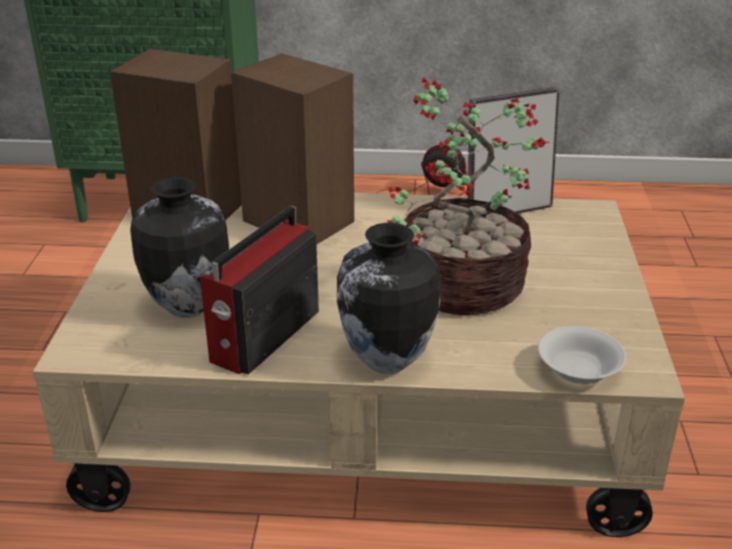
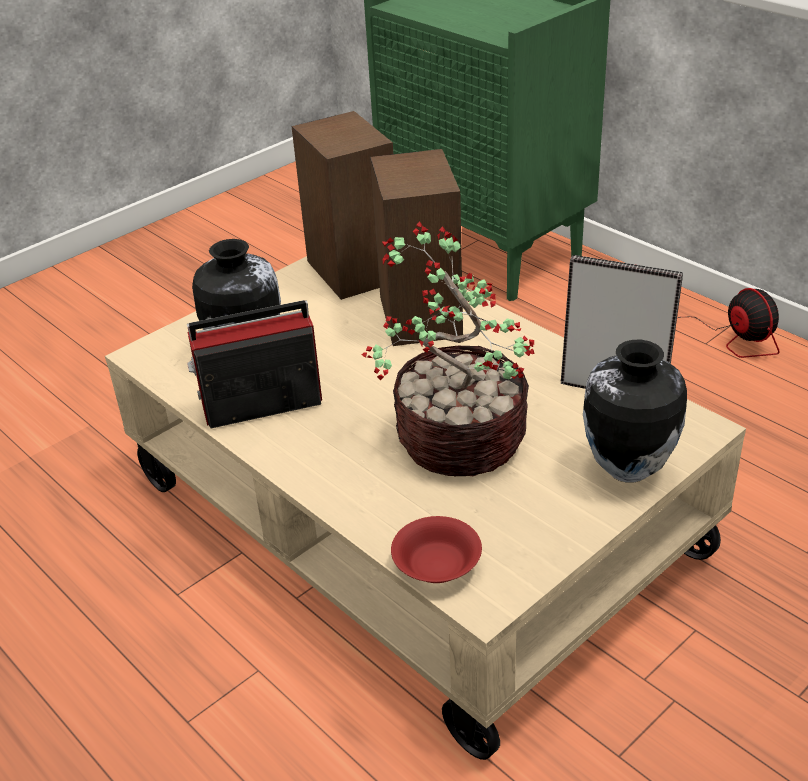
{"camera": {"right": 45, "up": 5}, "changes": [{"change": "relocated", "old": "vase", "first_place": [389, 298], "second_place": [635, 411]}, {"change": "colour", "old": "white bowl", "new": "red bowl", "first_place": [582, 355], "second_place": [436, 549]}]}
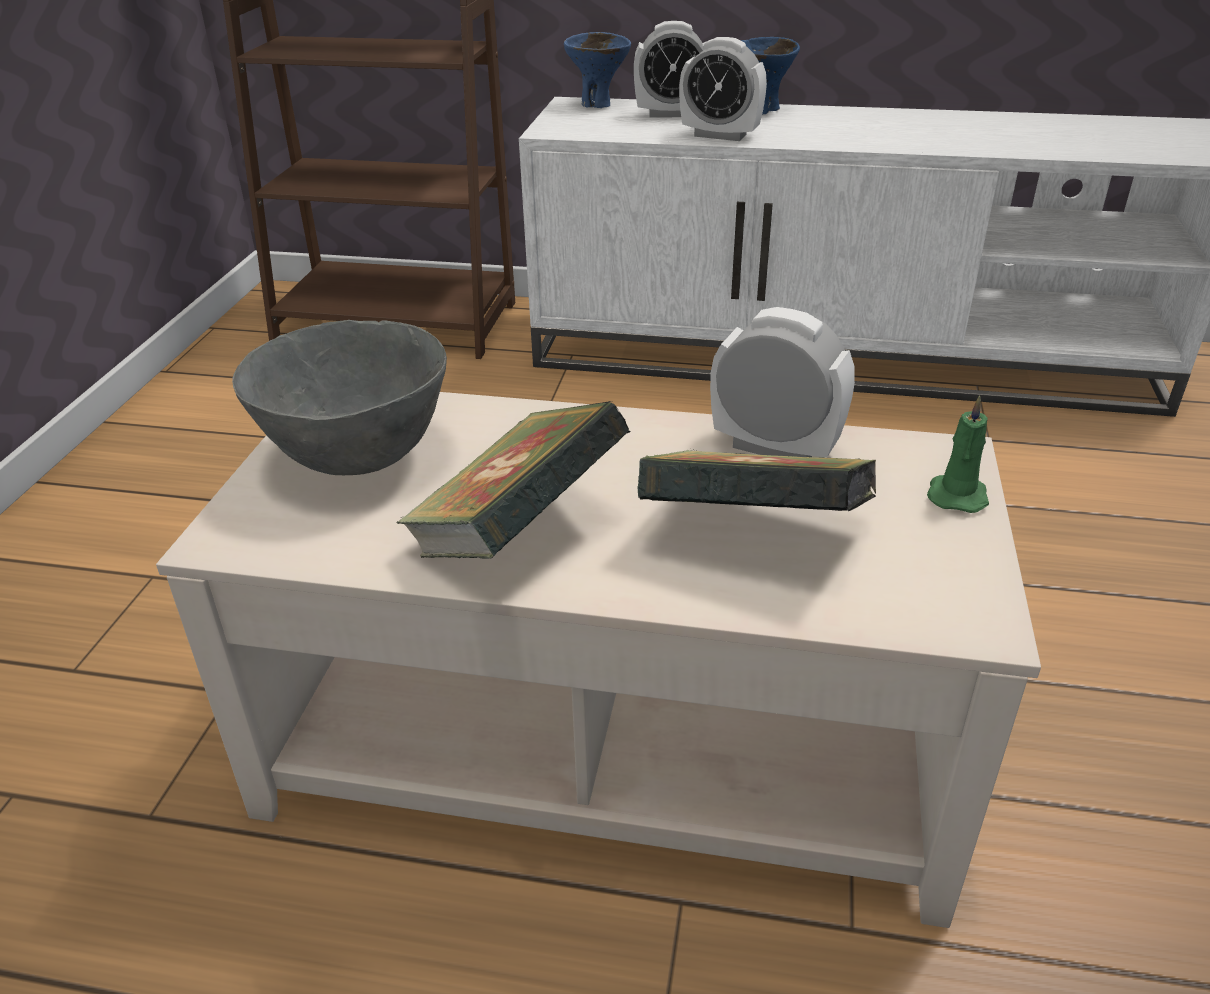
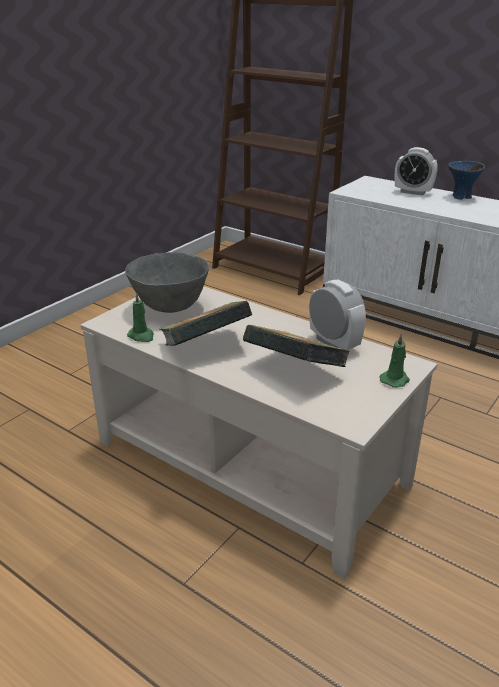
{"camera": {"right": 25, "up": -5}, "changes": [{"change": "missing", "old": "blue bowl", "first_place": [597, 70]}, {"change": "missing", "old": "alarm clock", "first_place": [723, 89]}, {"change": "appeared", "new": "green candle", "second_place": [140, 317]}]}
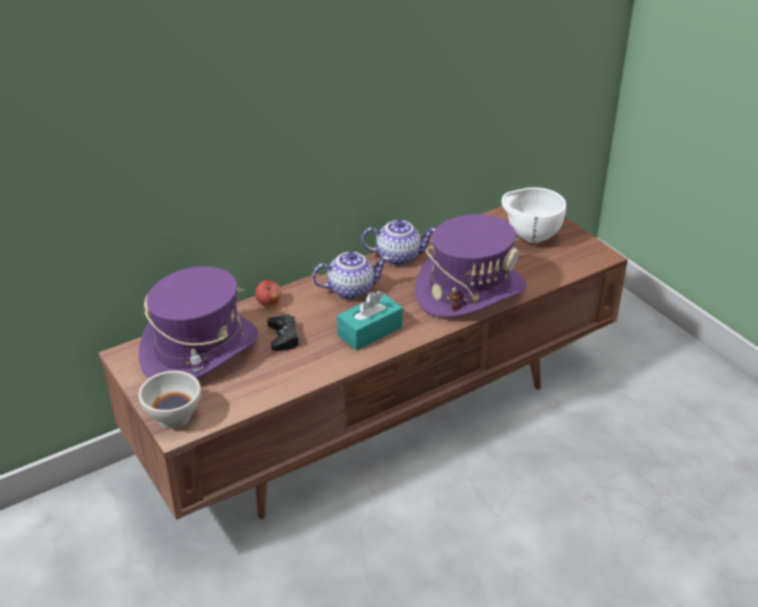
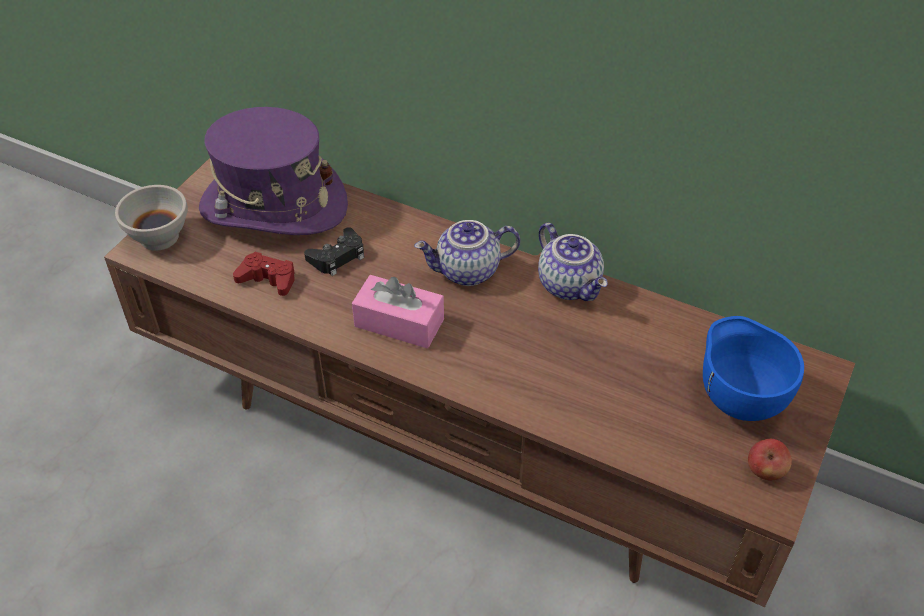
{"camera": {"right": 60, "up": 10}, "changes": [{"change": "colour", "old": "white bowl", "new": "blue bowl", "first_place": [533, 215], "second_place": [753, 368]}, {"change": "missing", "old": "purple hat", "first_place": [471, 265]}, {"change": "spun", "old": "teapot", "first_place": [350, 276], "second_place": [467, 253], "degrees": 120}, {"change": "relocated", "old": "apple", "first_place": [268, 293], "second_place": [770, 460]}, {"change": "colour", "old": "turquoise tissue box", "new": "pink tissue box", "first_place": [370, 321], "second_place": [398, 311]}, {"change": "appeared", "new": "red game controller", "second_place": [264, 274]}]}
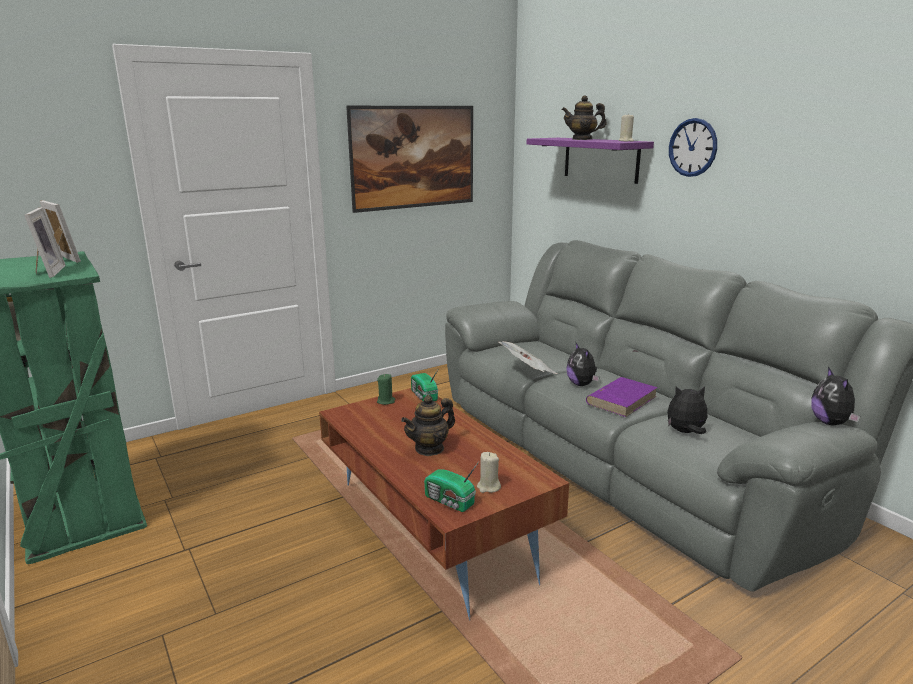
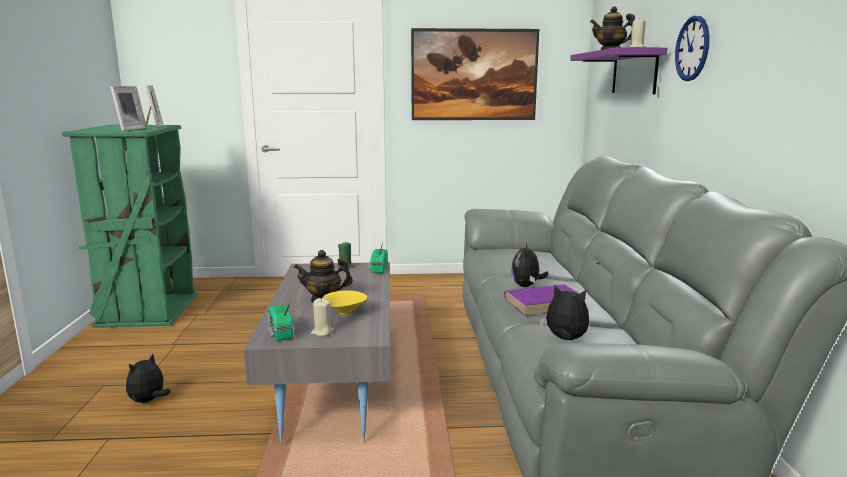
{"camera": {"right": 30, "up": -5}, "changes": [{"change": "missing", "old": "newspaper", "first_place": [528, 357]}, {"change": "relocated", "old": "plush toy", "first_place": [835, 396], "second_place": [148, 378]}, {"change": "colour", "old": "brown coffee table", "new": "grey coffee table", "first_place": [444, 504], "second_place": [317, 354]}, {"change": "appeared", "new": "yellow bowl", "second_place": [344, 302]}]}
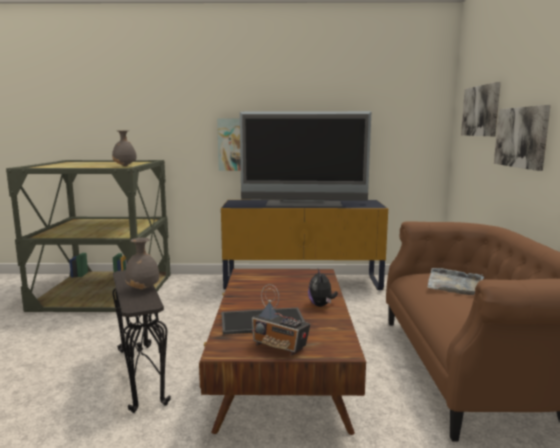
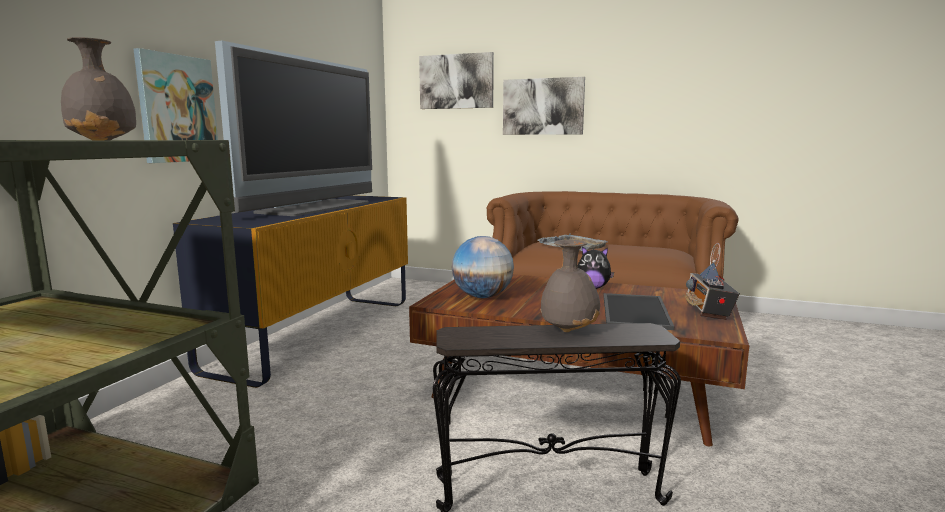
{"camera": {"right": -70, "up": 0}, "changes": [{"change": "spun", "old": "radio", "first_place": [281, 320], "second_place": [712, 281], "degrees": 135}, {"change": "appeared", "new": "globe", "second_place": [483, 267]}]}
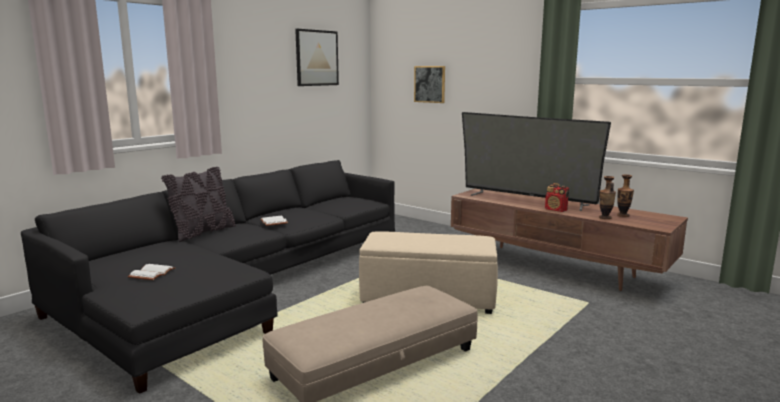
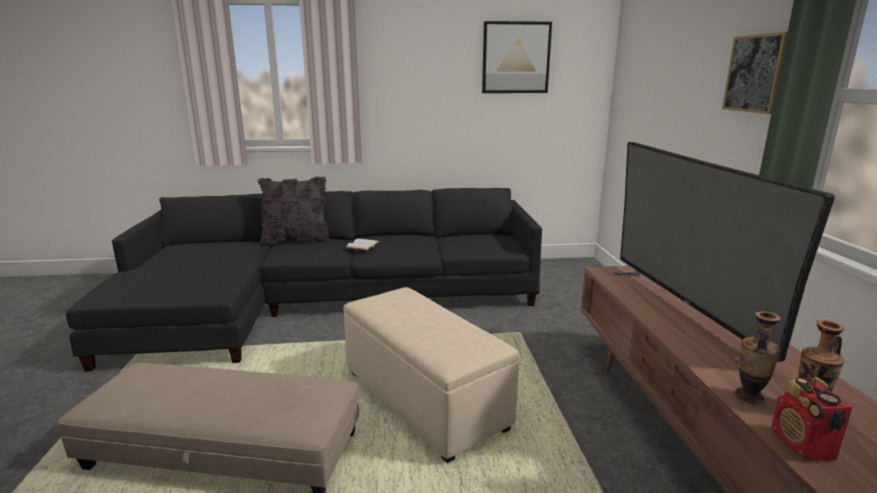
{"camera": {"right": 45, "up": 5}, "changes": [{"change": "relocated", "old": "picture", "first_place": [429, 84], "second_place": [754, 73]}, {"change": "relocated", "old": "radio", "first_place": [557, 197], "second_place": [812, 419]}, {"change": "missing", "old": "white book", "first_place": [151, 272]}]}
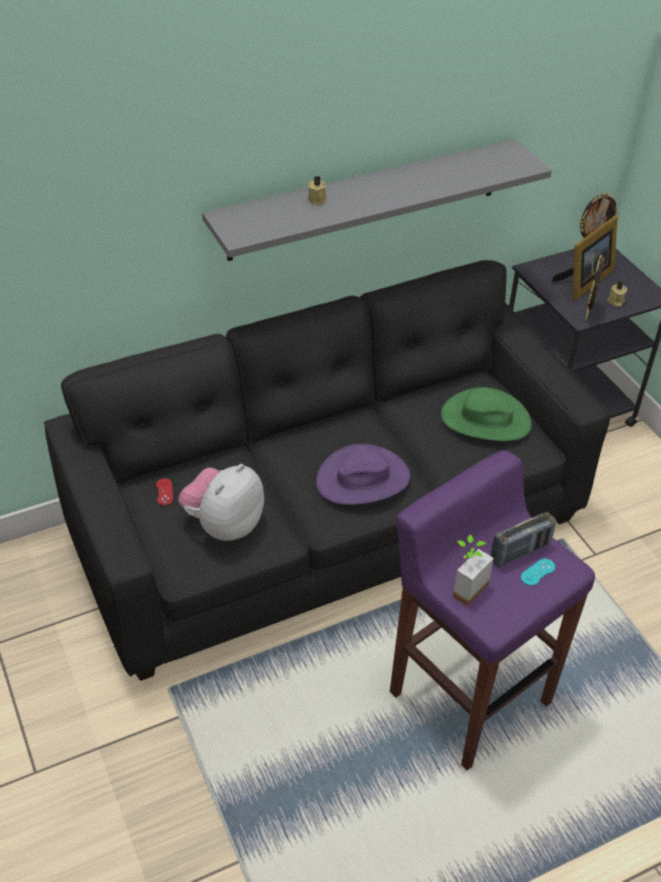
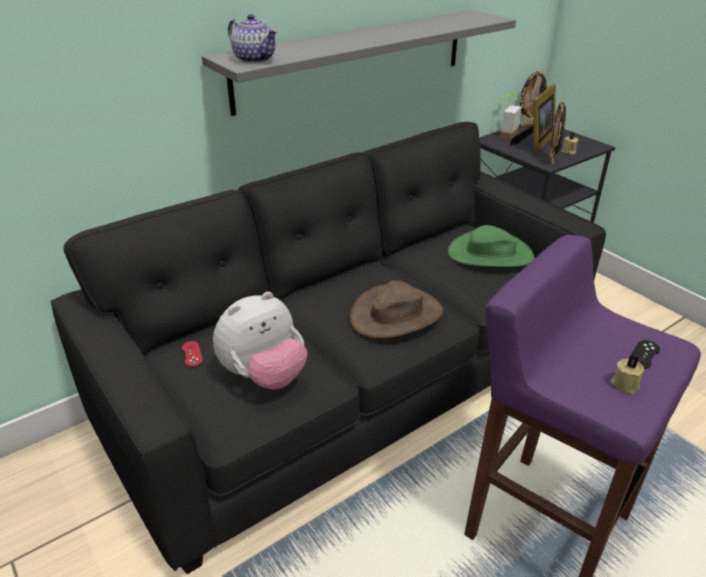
{"camera": {"right": -10, "up": -10}, "changes": [{"change": "relocated", "old": "beige candle", "first_place": [317, 190], "second_place": [627, 374]}, {"change": "colour", "old": "purple hat", "new": "brown hat", "first_place": [363, 474], "second_place": [396, 310]}, {"change": "spun", "old": "plush toy", "first_place": [221, 502], "second_place": [260, 340], "degrees": -150}, {"change": "missing", "old": "radio", "first_place": [523, 539]}, {"change": "relocated", "old": "potted plant", "first_place": [473, 571], "second_place": [510, 115]}, {"change": "colour", "old": "turquoise game controller", "new": "black game controller", "first_place": [538, 572], "second_place": [644, 354]}, {"change": "appeared", "new": "teapot", "second_place": [253, 38]}]}
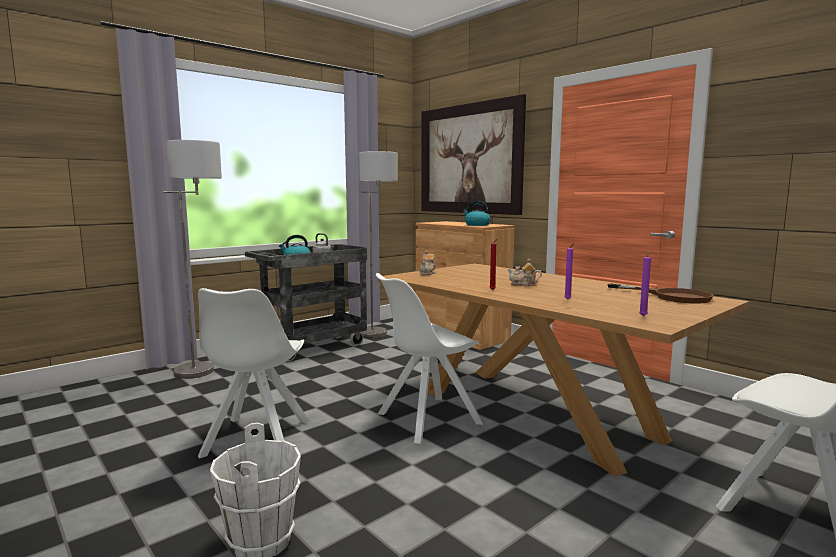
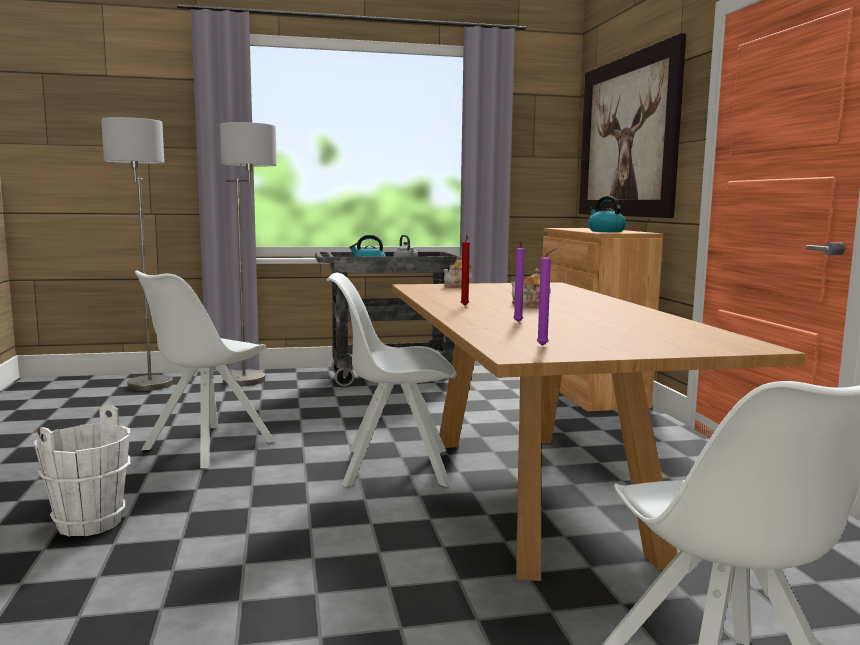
{"camera": {"right": 30, "up": 0}, "changes": [{"change": "relocated", "old": "grey floor lamp", "first_place": [378, 244], "second_place": [137, 254]}, {"change": "missing", "old": "brown frying pan", "first_place": [660, 294]}]}
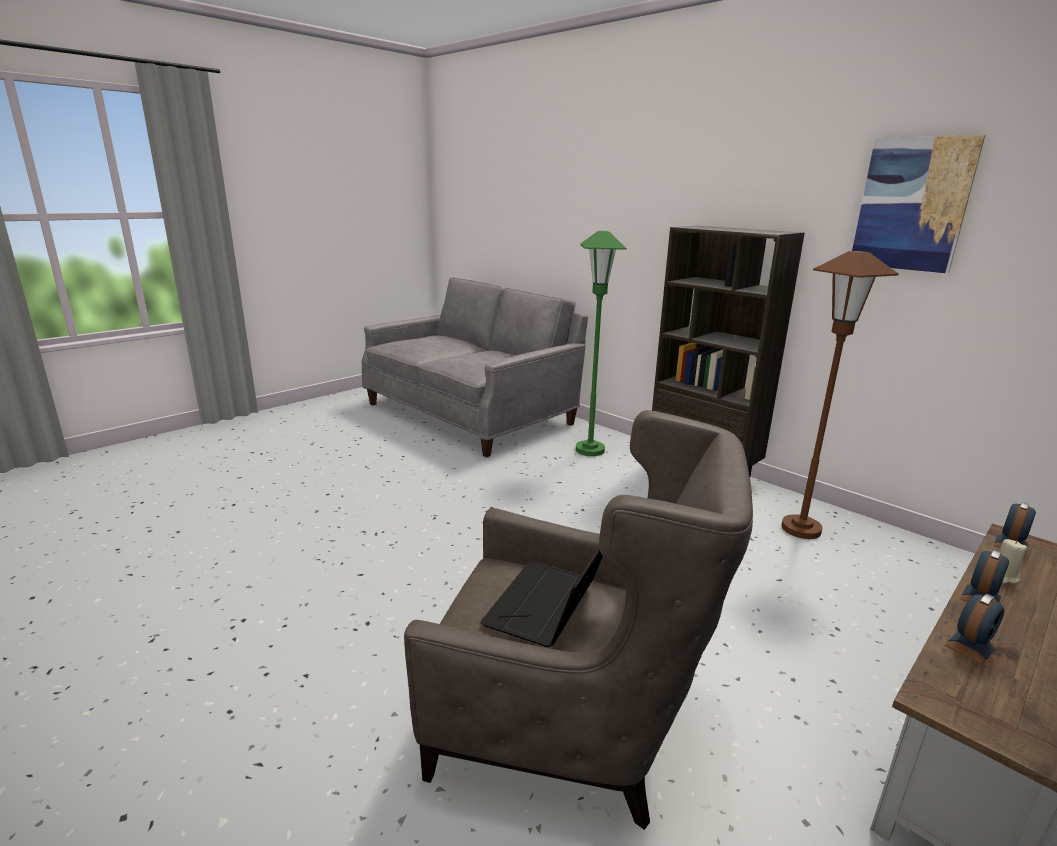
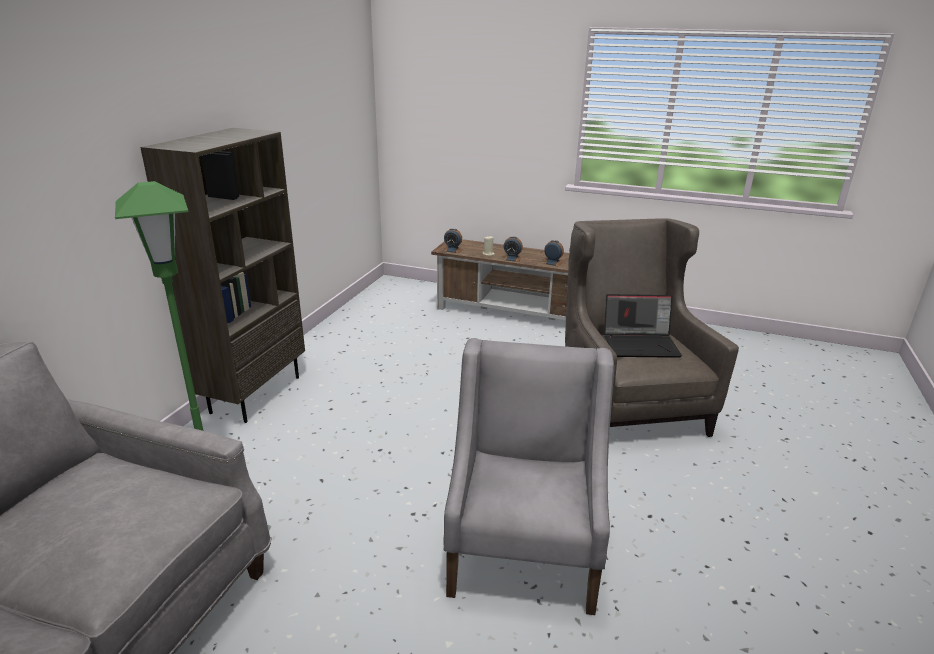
{"camera": {"right": -115, "up": 5}, "changes": [{"change": "missing", "old": "picture", "first_place": [918, 204]}, {"change": "missing", "old": "brown floor lamp", "first_place": [840, 395]}, {"change": "appeared", "new": "grey armchair", "second_place": [528, 476]}]}
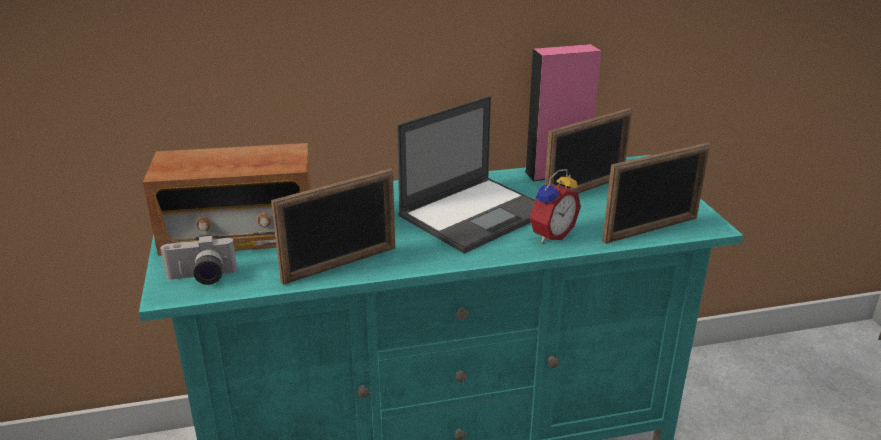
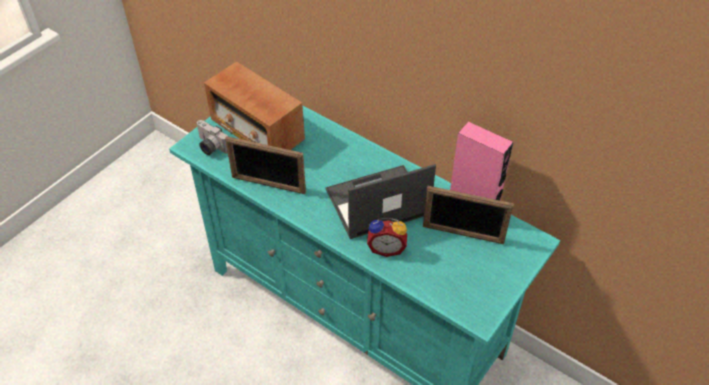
{"camera": {"right": 50, "up": 20}, "changes": [{"change": "spun", "old": "laptop", "first_place": [466, 175], "second_place": [380, 201], "degrees": 150}, {"change": "missing", "old": "picture frame", "first_place": [656, 193]}]}
